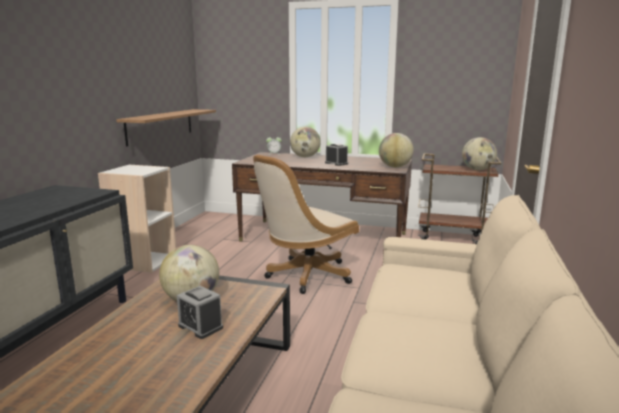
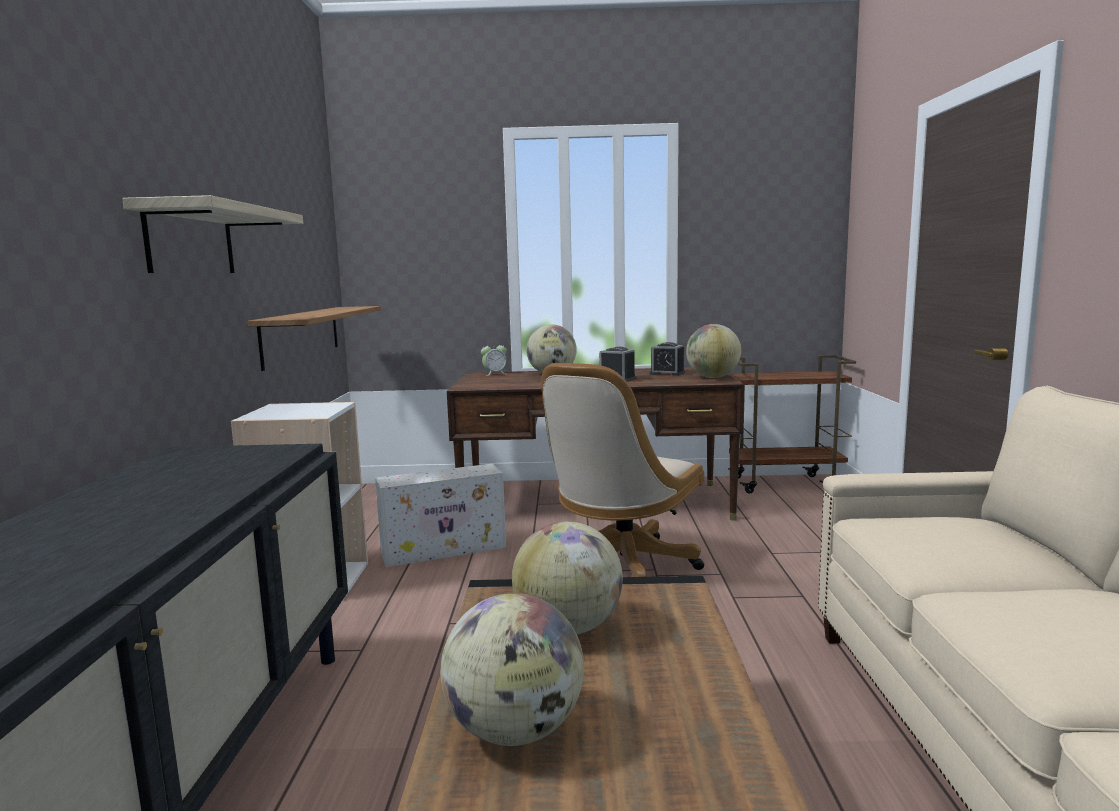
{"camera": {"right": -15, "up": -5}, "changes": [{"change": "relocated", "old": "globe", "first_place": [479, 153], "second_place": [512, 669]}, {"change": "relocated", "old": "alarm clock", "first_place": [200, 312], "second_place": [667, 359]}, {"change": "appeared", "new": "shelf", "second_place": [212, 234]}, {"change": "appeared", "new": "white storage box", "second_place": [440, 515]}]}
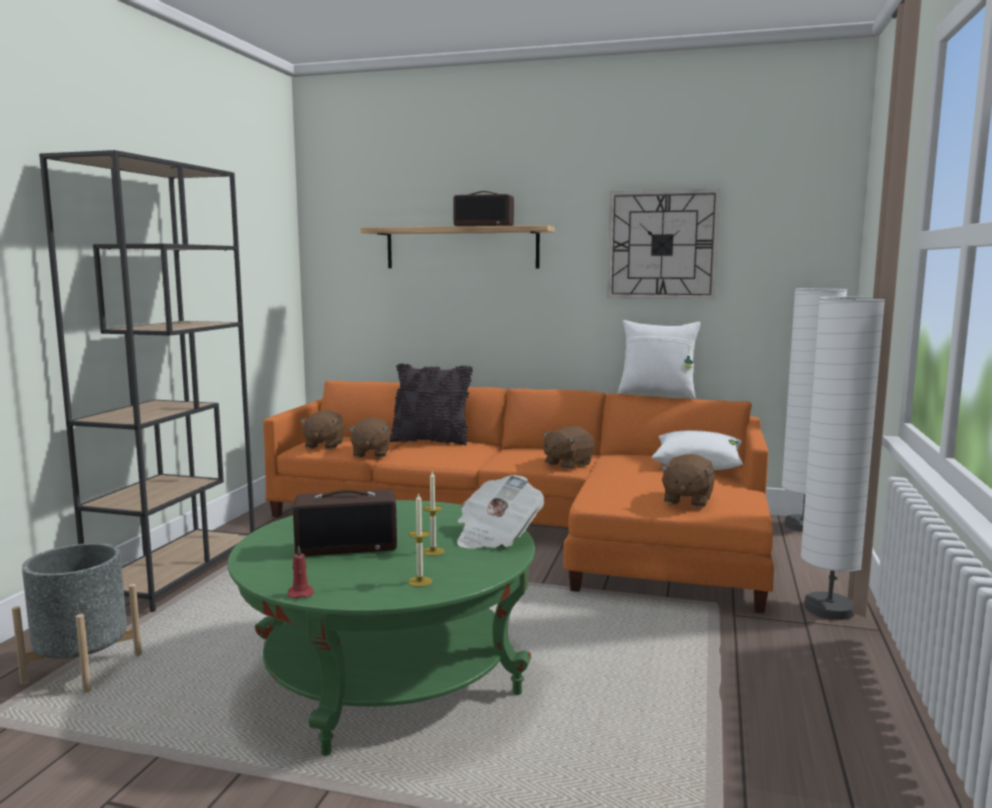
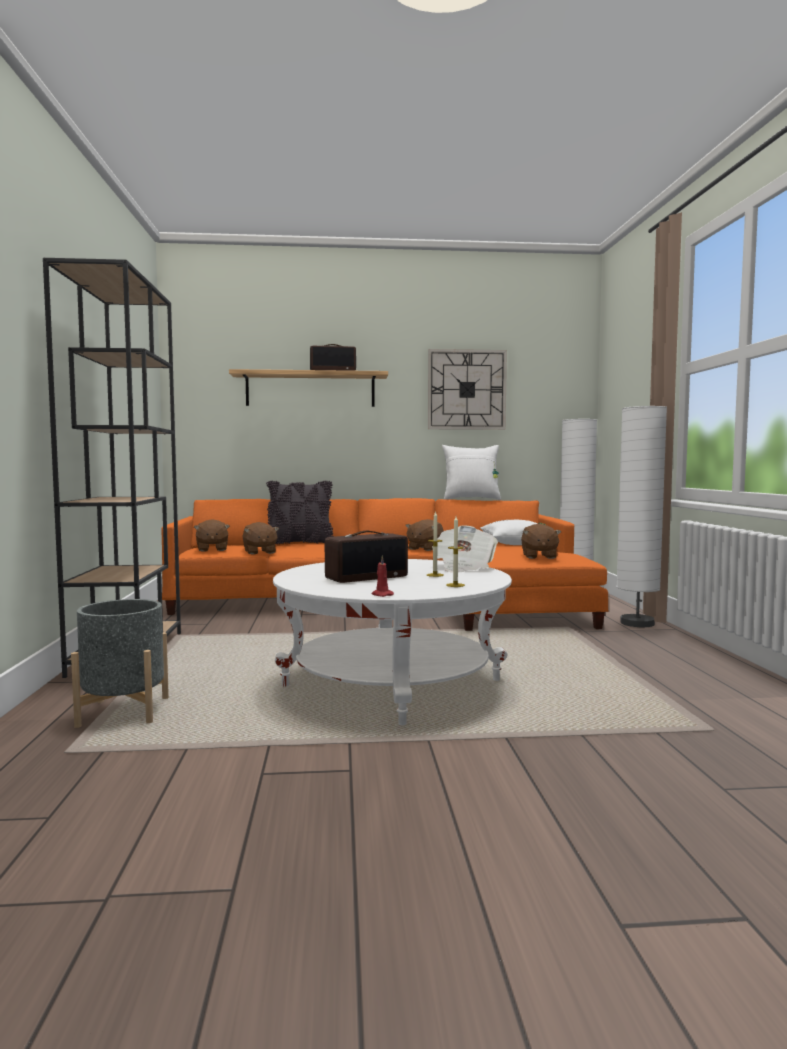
{"camera": {"right": -20, "up": -5}, "changes": [{"change": "colour", "old": "green coffee table", "new": "white coffee table", "first_place": [381, 628], "second_place": [392, 642]}]}
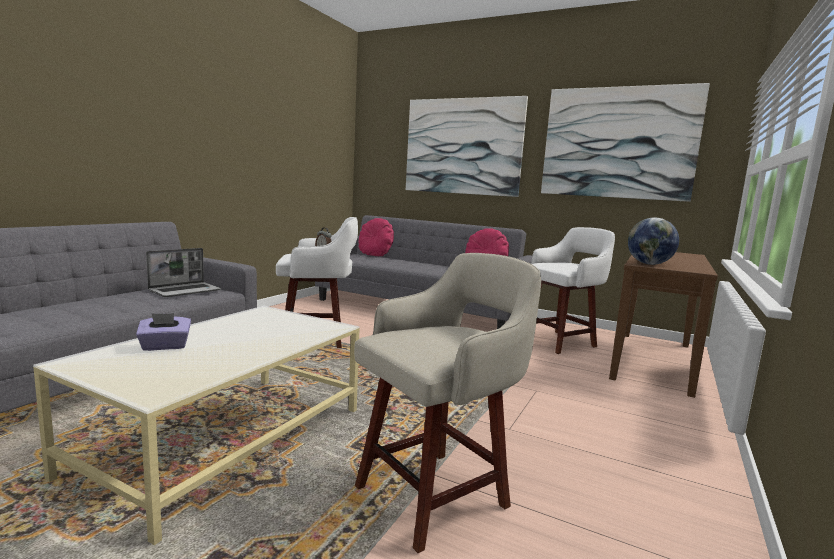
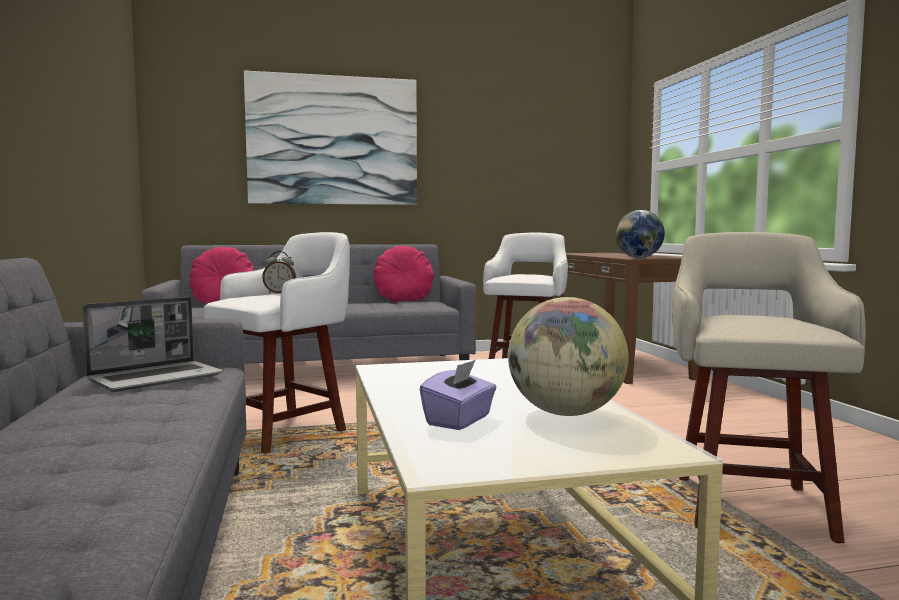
{"camera": {"right": -40, "up": -5}, "changes": [{"change": "missing", "old": "picture", "first_place": [625, 142]}, {"change": "spun", "old": "laptop", "first_place": [183, 272], "second_place": [152, 344], "degrees": 45}, {"change": "appeared", "new": "globe", "second_place": [568, 356]}]}
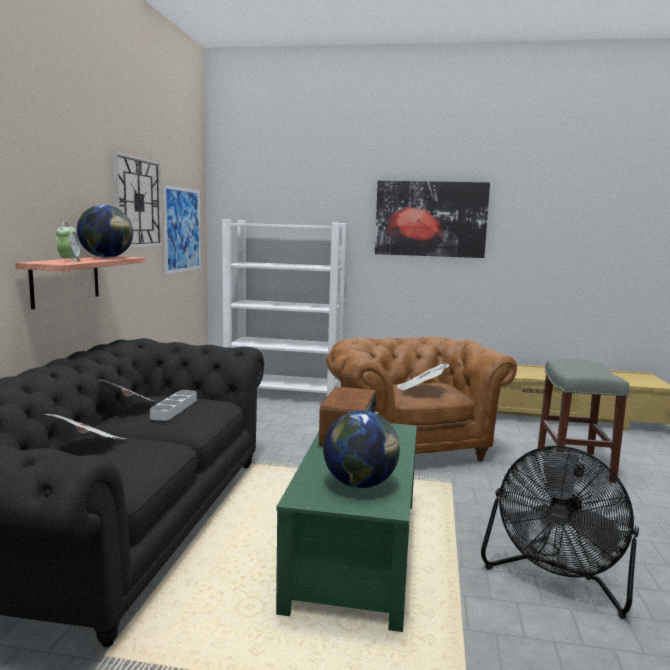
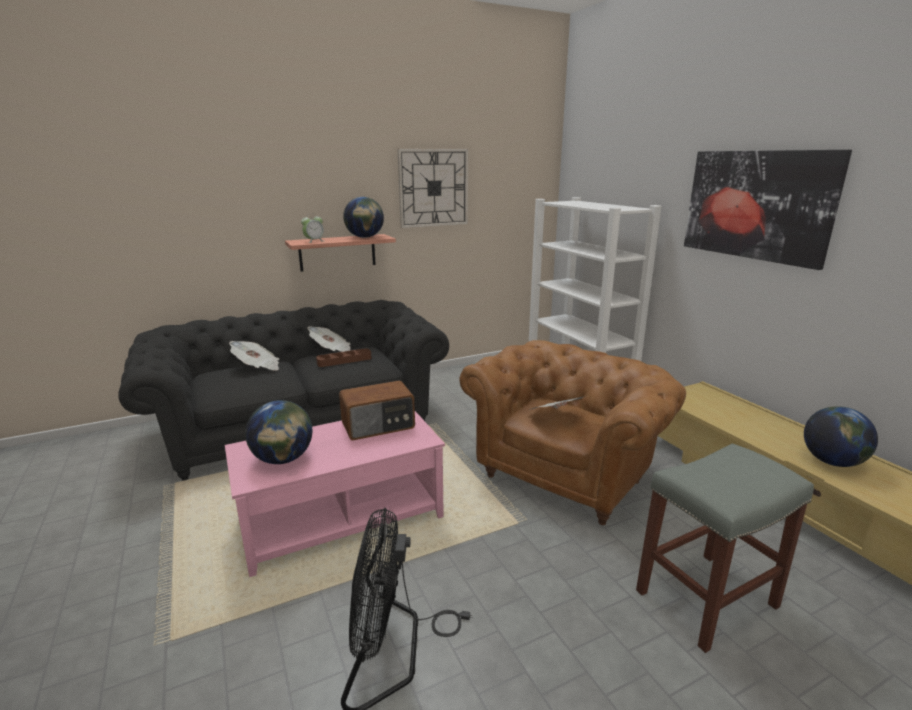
{"camera": {"right": 55, "up": 10}, "changes": [{"change": "missing", "old": "picture", "first_place": [182, 229]}, {"change": "colour", "old": "grey tray", "new": "brown tray", "first_place": [173, 405], "second_place": [343, 357]}, {"change": "colour", "old": "green coffee table", "new": "pink coffee table", "first_place": [346, 527], "second_place": [335, 494]}, {"change": "appeared", "new": "globe", "second_place": [841, 436]}]}
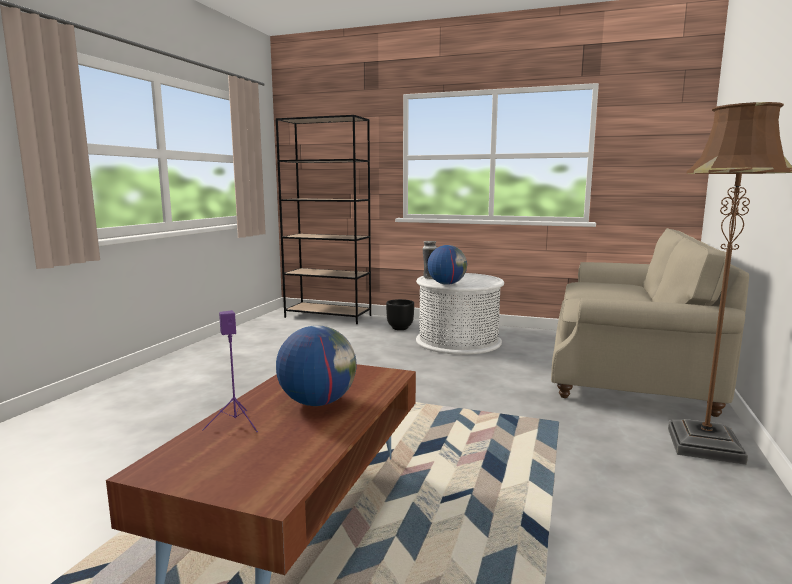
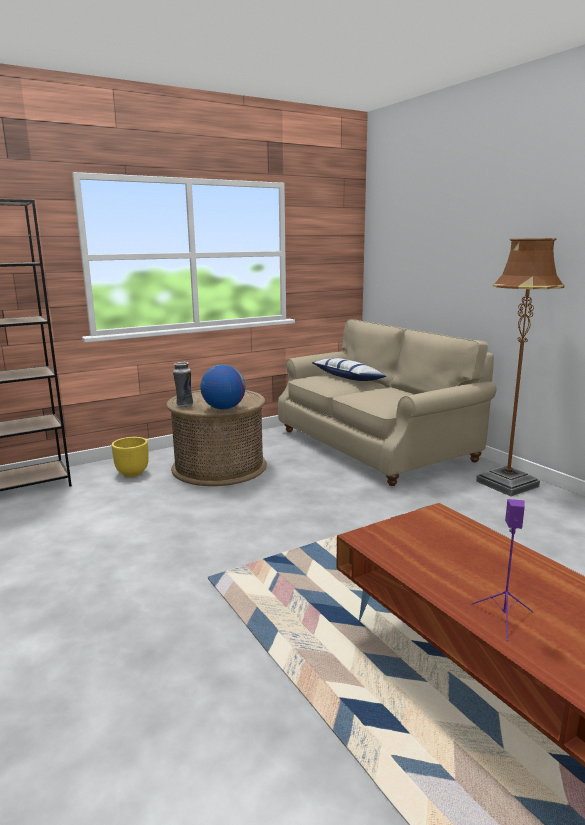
{"camera": {"right": -50, "up": 5}, "changes": [{"change": "colour", "old": "white coffee table", "new": "brown coffee table", "first_place": [460, 314], "second_place": [216, 438]}, {"change": "colour", "old": "black planter", "new": "yellow planter", "first_place": [400, 314], "second_place": [130, 457]}, {"change": "missing", "old": "globe", "first_place": [316, 365]}, {"change": "appeared", "new": "pillow", "second_place": [349, 369]}]}
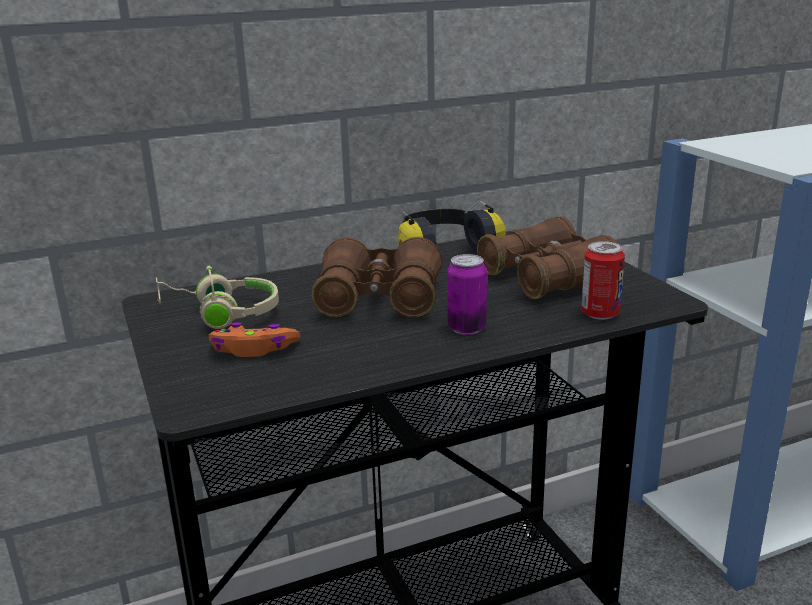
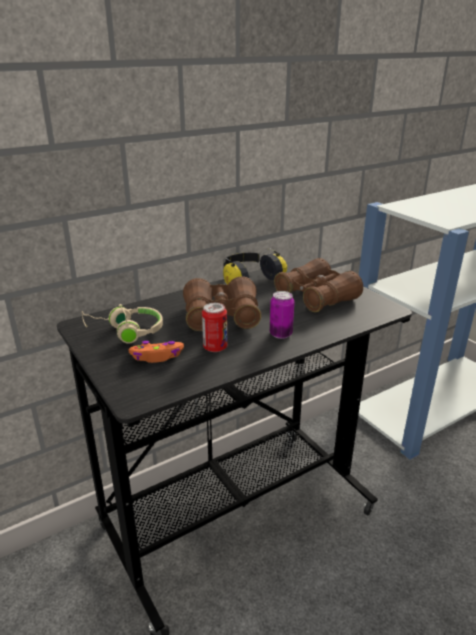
{"camera": {"right": -10, "up": 5}, "changes": [{"change": "relocated", "old": "can", "first_place": [603, 280], "second_place": [214, 327]}]}
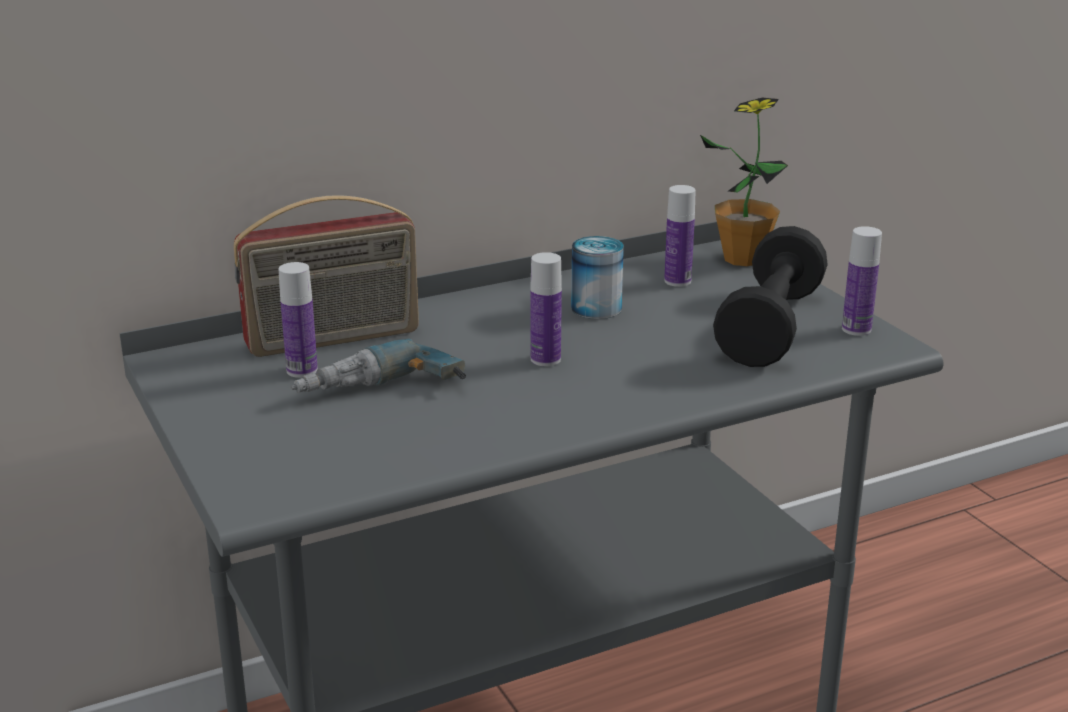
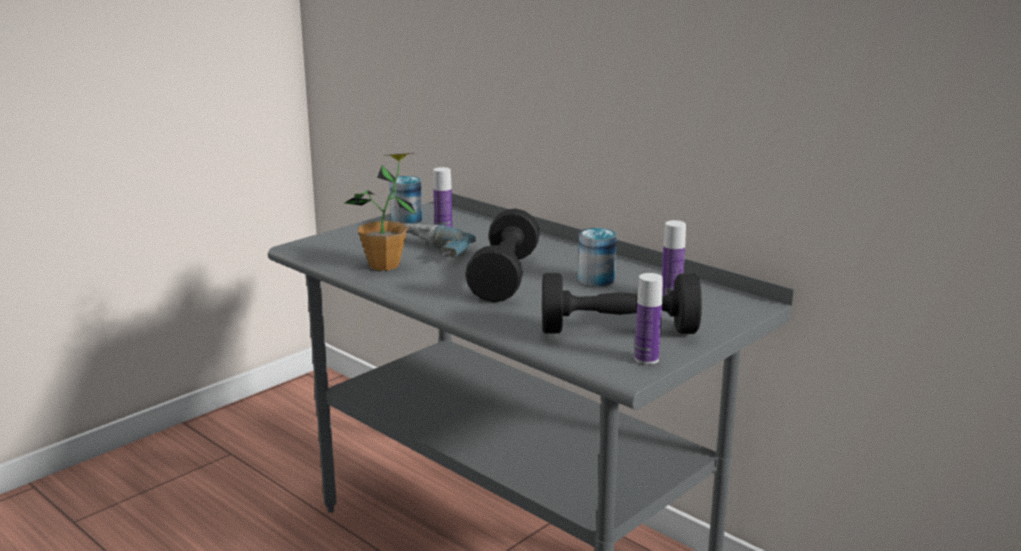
{"camera": {"right": 70, "up": -5}, "changes": [{"change": "relocated", "old": "potted plant", "first_place": [744, 182], "second_place": [380, 212]}, {"change": "missing", "old": "radio", "first_place": [326, 276]}, {"change": "exchanged", "old": "bottle", "new": "black dumbbell", "first_place": [546, 309], "second_place": [502, 255]}, {"change": "appeared", "new": "can", "second_place": [406, 200]}]}
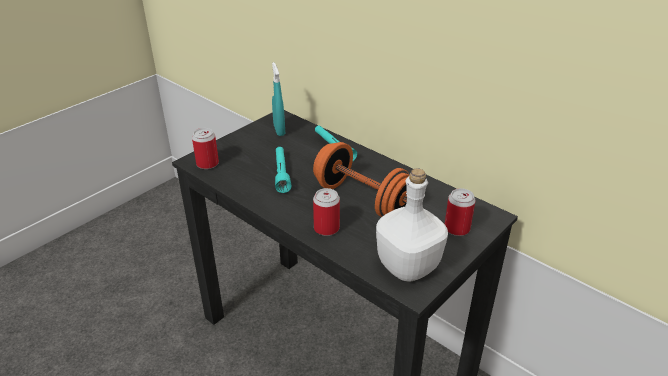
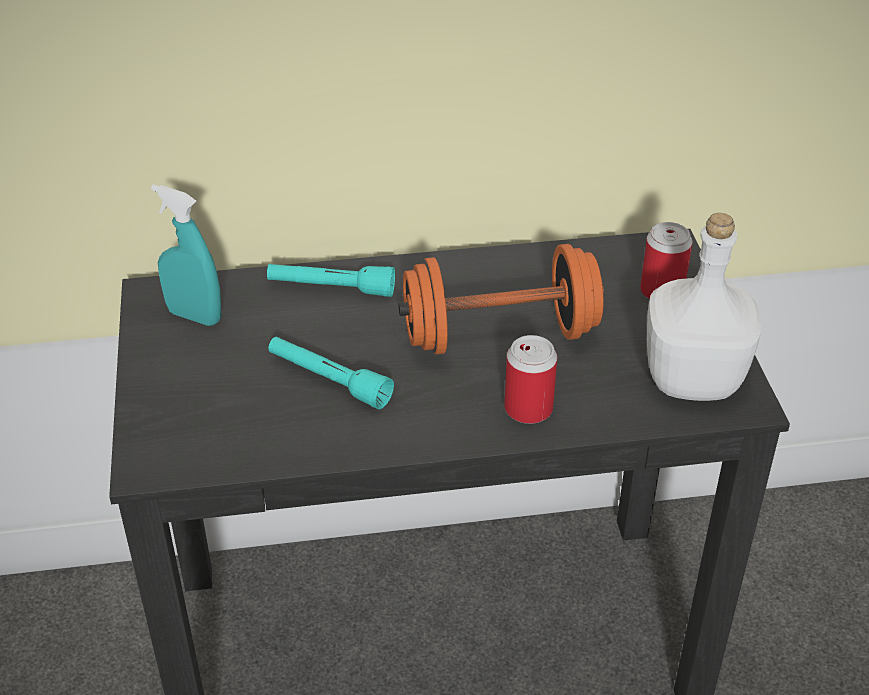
{"camera": {"right": -50, "up": 5}, "changes": [{"change": "missing", "old": "can", "first_place": [205, 148]}]}
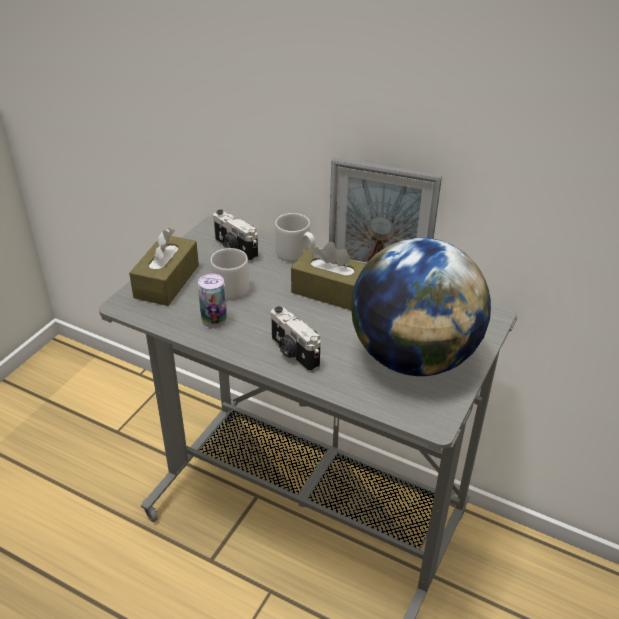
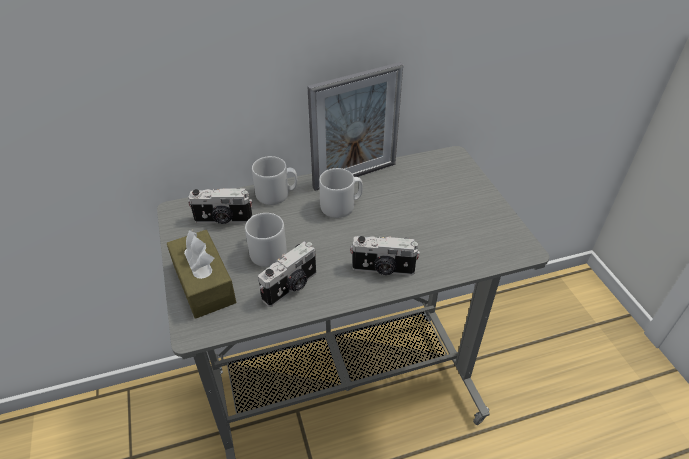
{"camera": {"right": -45, "up": 5}, "changes": [{"change": "missing", "old": "globe", "first_place": [421, 307]}, {"change": "exchanged", "old": "brown tissue box", "new": "grey mug", "first_place": [328, 276], "second_place": [341, 193]}, {"change": "exchanged", "old": "can", "new": "photo camera", "first_place": [212, 301], "second_place": [287, 274]}]}
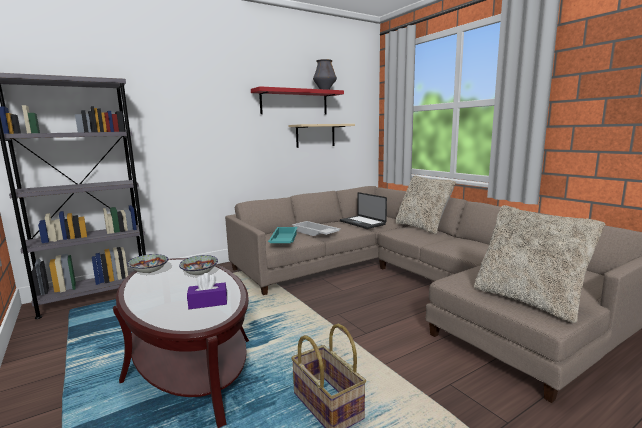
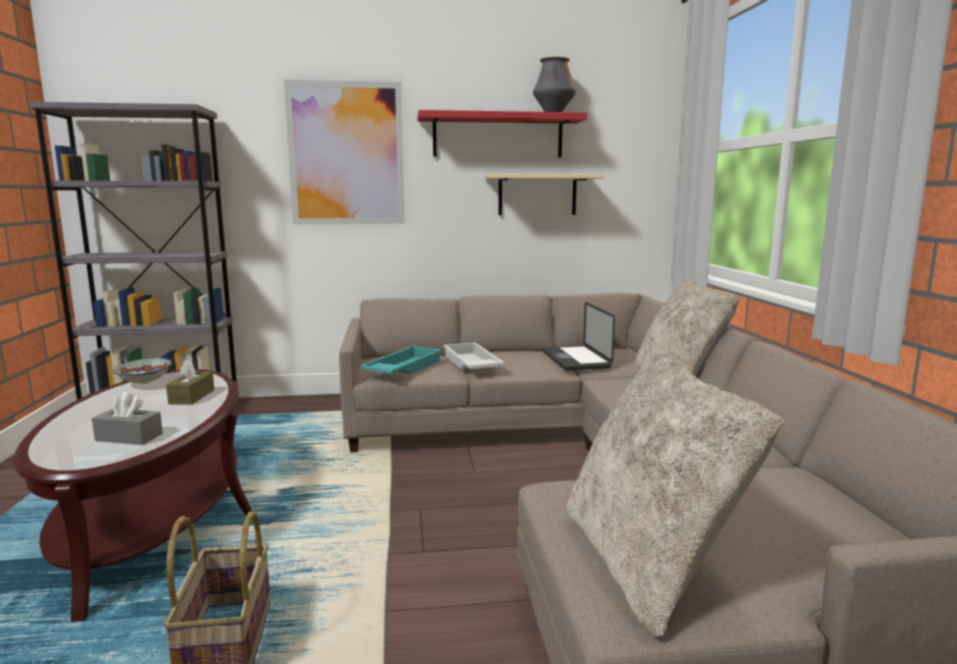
{"camera": {"right": 25, "up": 0}, "changes": [{"change": "exchanged", "old": "bowl", "new": "brown tissue box", "first_place": [198, 265], "second_place": [190, 382]}, {"change": "colour", "old": "purple tissue box", "new": "grey tissue box", "first_place": [207, 291], "second_place": [127, 418]}, {"change": "appeared", "new": "picture", "second_place": [344, 152]}]}
